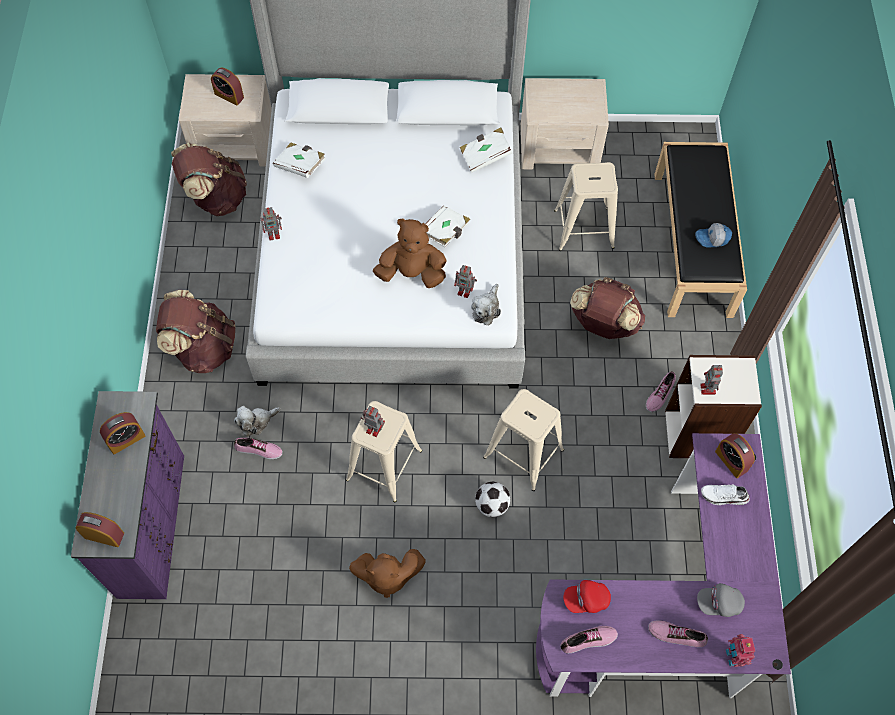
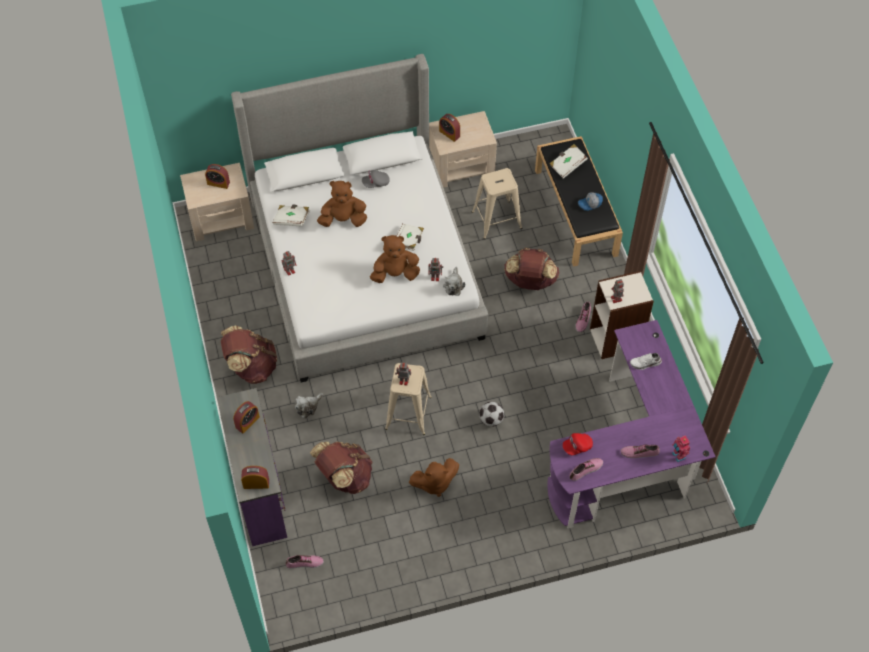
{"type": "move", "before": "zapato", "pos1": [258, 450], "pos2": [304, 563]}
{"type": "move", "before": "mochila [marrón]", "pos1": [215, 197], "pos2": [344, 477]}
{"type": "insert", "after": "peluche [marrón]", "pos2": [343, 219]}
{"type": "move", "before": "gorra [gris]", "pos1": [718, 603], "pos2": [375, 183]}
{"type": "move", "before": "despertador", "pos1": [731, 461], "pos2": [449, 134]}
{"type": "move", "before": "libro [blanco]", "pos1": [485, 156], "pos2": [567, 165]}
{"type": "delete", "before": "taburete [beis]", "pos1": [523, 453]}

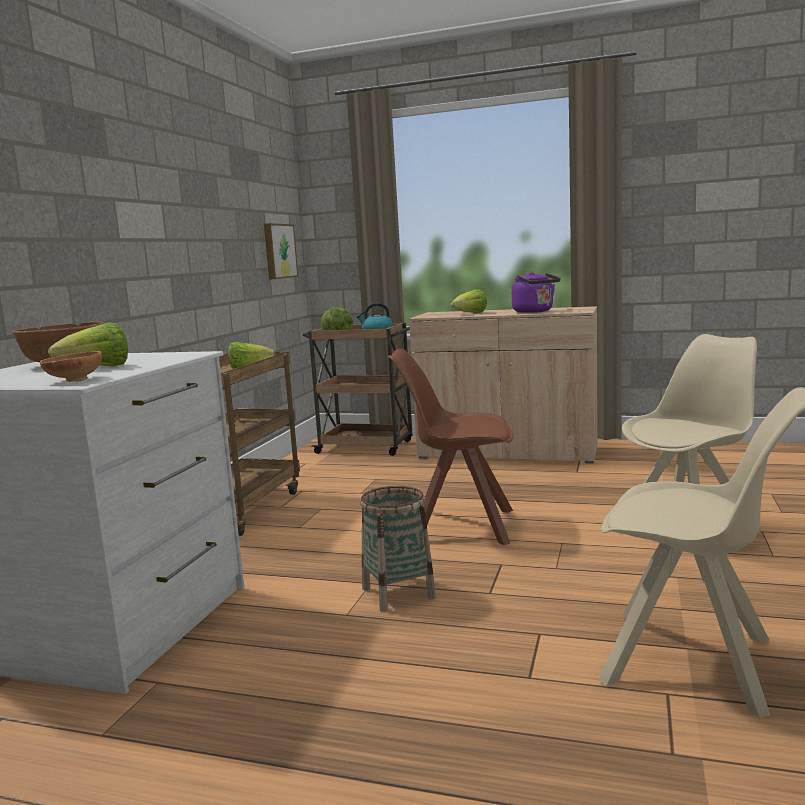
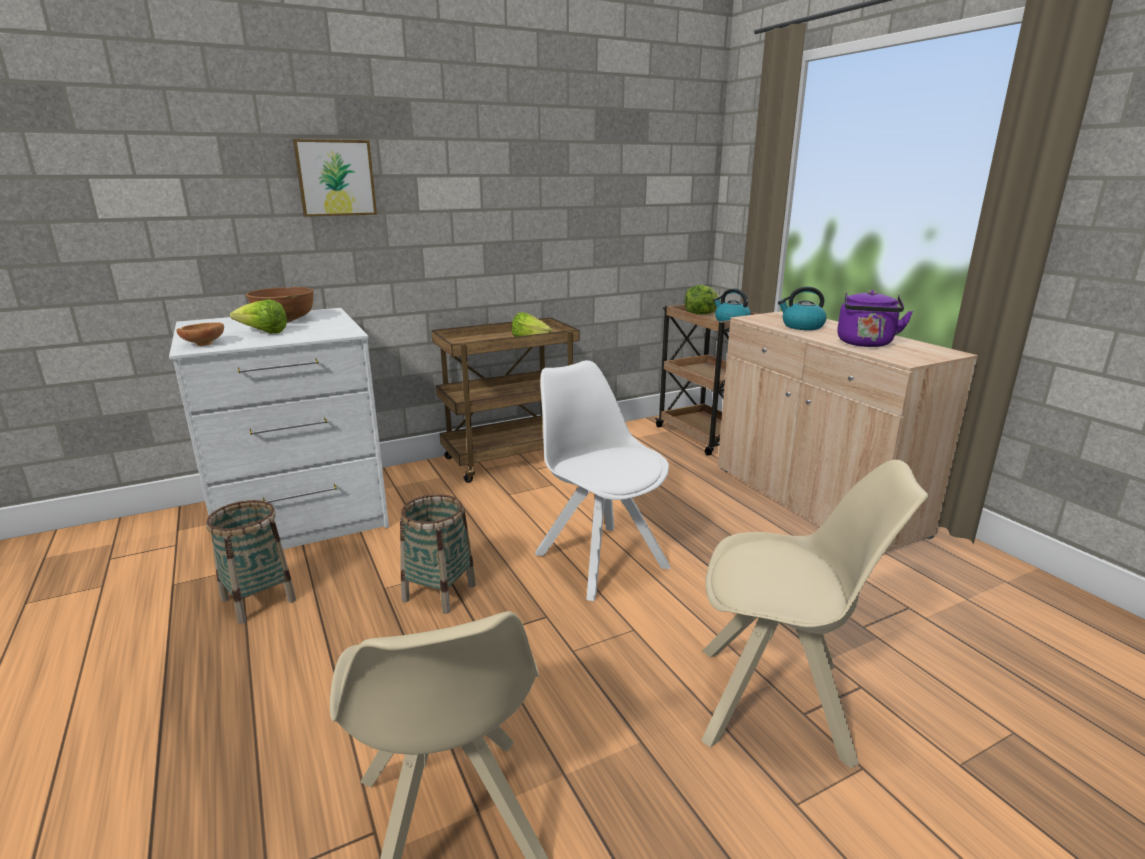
{"type": "insert", "after": "cesta", "pos2": [258, 600]}
{"type": "move", "before": "cuadro", "pos1": [278, 251], "pos2": [335, 178]}
{"type": "recolor", "before": "silla [marrón]", "after": "silla [blanco]", "pos1": [459, 526], "pos2": [599, 558]}
{"type": "replace", "before": "lechuga", "after": "hervidor", "pos1": [470, 314], "pos2": [802, 326]}

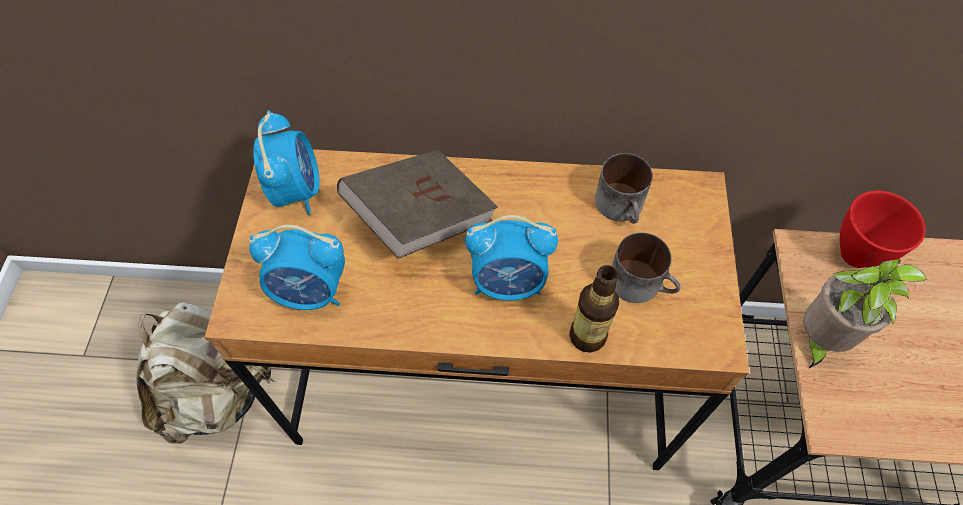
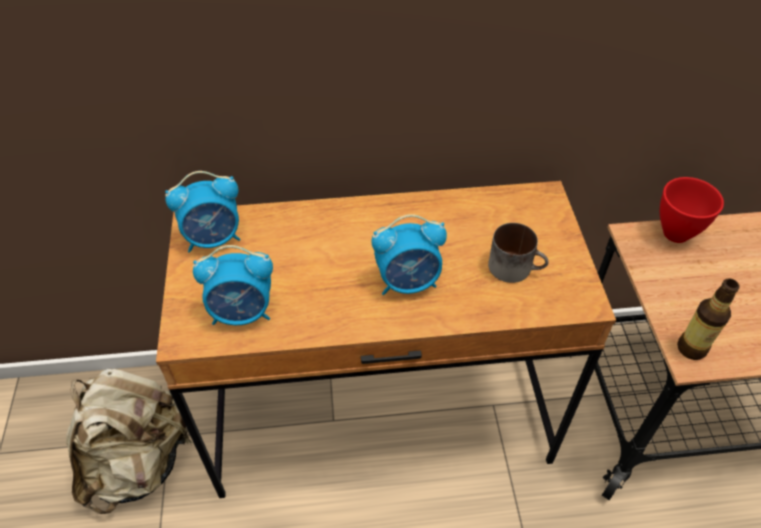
{"type": "rotate", "before": "despertador", "pos1": [297, 190], "pos2": [214, 238], "turn": 90}
{"type": "move", "before": "botella", "pos1": [587, 336], "pos2": [691, 348]}
{"type": "delete", "before": "libro [marrón]", "pos1": [421, 218]}
{"type": "delete", "before": "taza grande", "pos1": [623, 206]}
{"type": "delete", "before": "planta en maceta", "pos1": [819, 339]}

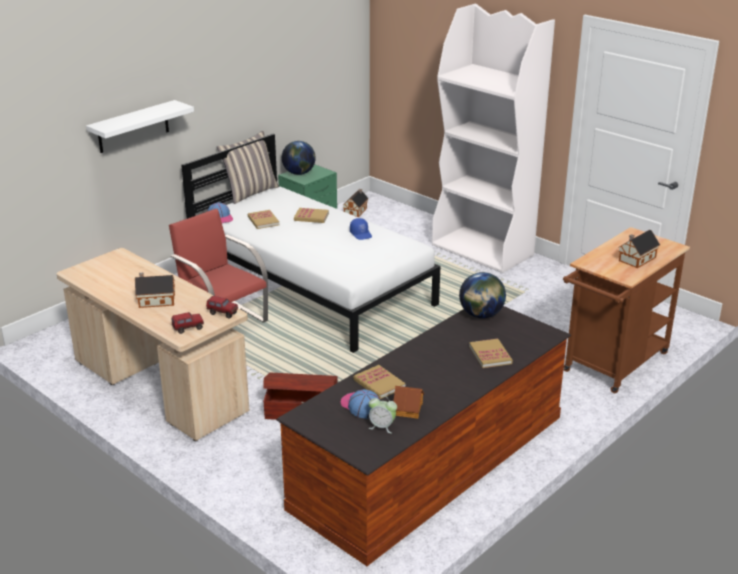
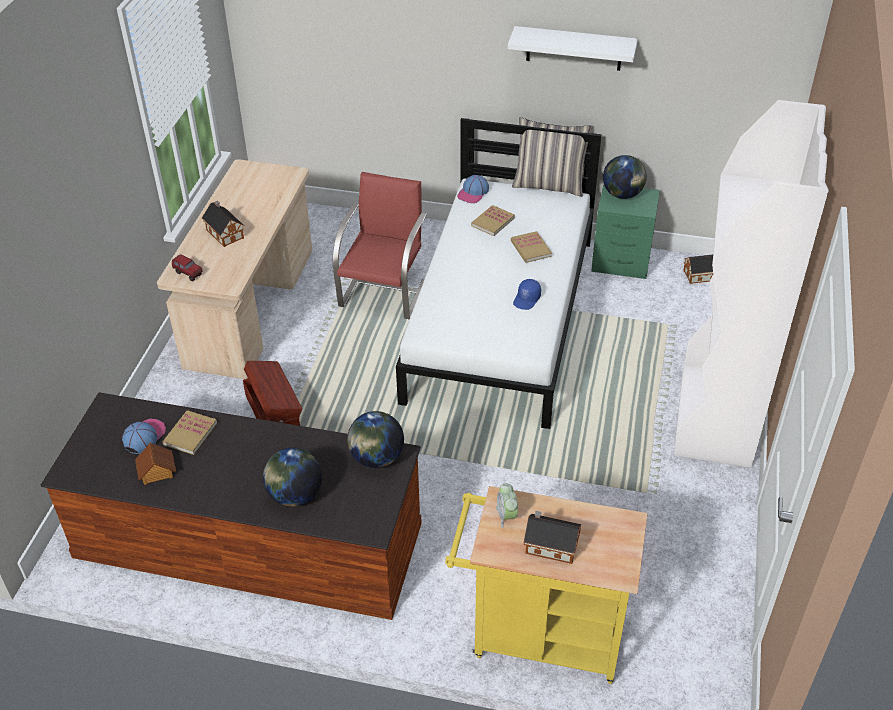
{"type": "replace", "before": "libro", "after": "globo terráqueo", "pos1": [490, 355], "pos2": [295, 495]}
{"type": "recolor", "before": "carrito [marrón]", "after": "carrito [amarillo]", "pos1": [612, 366], "pos2": [538, 635]}
{"type": "move", "before": "despertador", "pos1": [382, 427], "pos2": [506, 515]}
{"type": "move", "before": "estante [blanco]", "pos1": [133, 127], "pos2": [574, 48]}
{"type": "delete", "before": "camión de juguete", "pos1": [222, 313]}

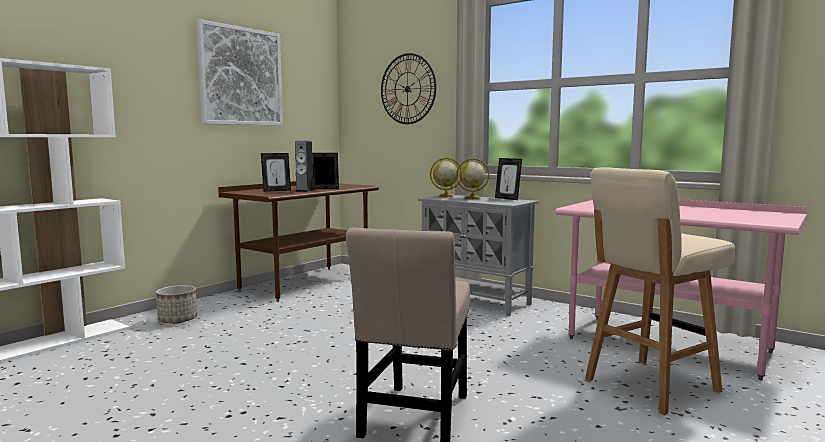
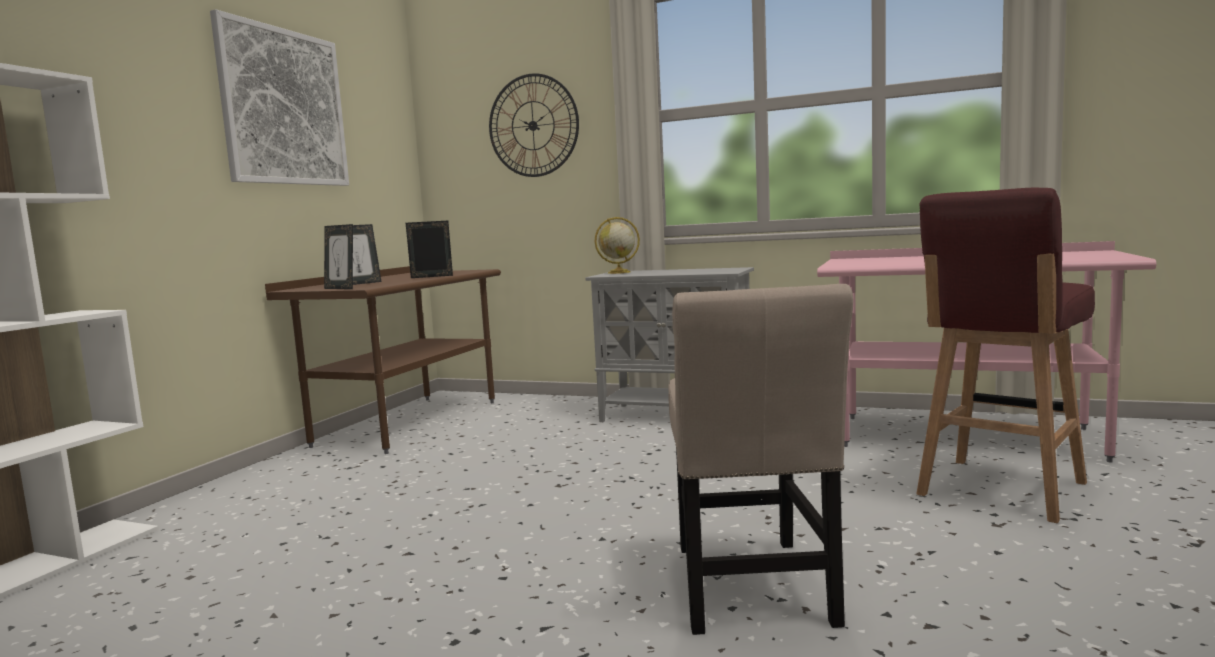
{"type": "move", "before": "portarretratos", "pos1": [507, 198], "pos2": [341, 288]}
{"type": "recolor", "before": "taburete [beis]", "after": "taburete [rojo]", "pos1": [649, 386], "pos2": [999, 490]}
{"type": "delete", "before": "maceta", "pos1": [177, 320]}
{"type": "delete", "before": "altavoz", "pos1": [304, 191]}
{"type": "delete", "before": "globo terráqueo", "pos1": [472, 198]}

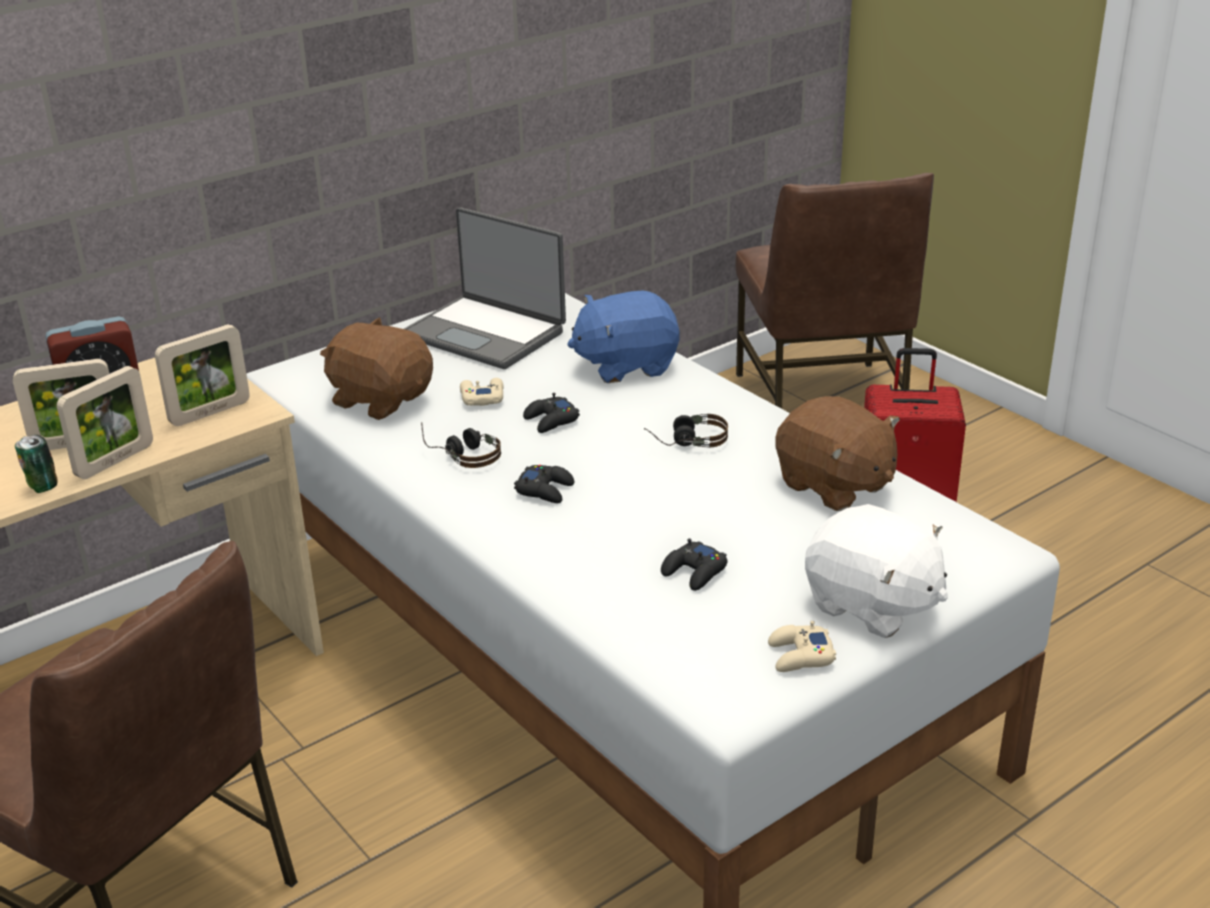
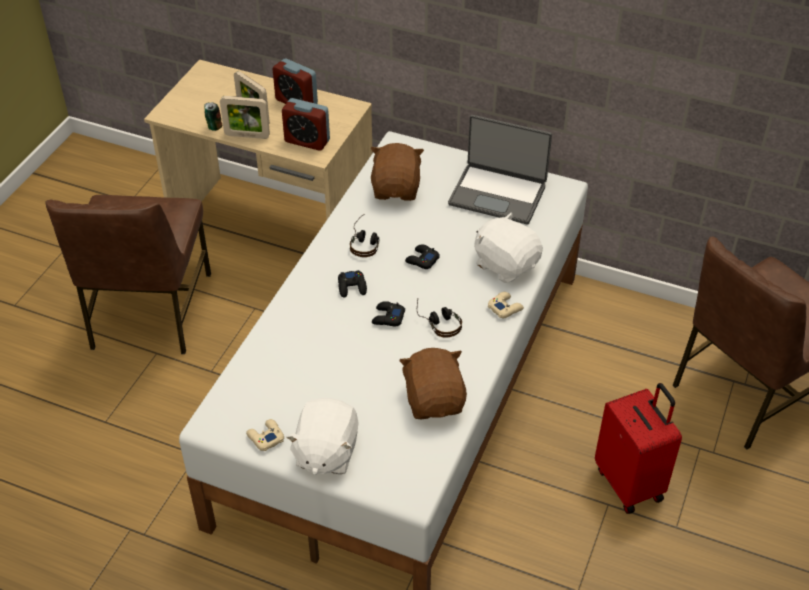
{"type": "replace", "before": "portarretratos", "after": "despertador", "pos1": [210, 412], "pos2": [307, 141]}
{"type": "move", "before": "mando de consola [negro]", "pos1": [694, 572], "pos2": [388, 318]}
{"type": "rotate", "before": "peluche [marrón]", "pos1": [834, 486], "pos2": [434, 400], "turn": 150}
{"type": "rotate", "before": "portátil", "pos1": [486, 333], "pos2": [498, 194], "turn": -75}
{"type": "recolor", "before": "peluche [azul]", "after": "peluche [blanco]", "pos1": [625, 365], "pos2": [506, 264]}
{"type": "move", "before": "mando de consola [beis]", "pos1": [482, 397], "pos2": [505, 308]}

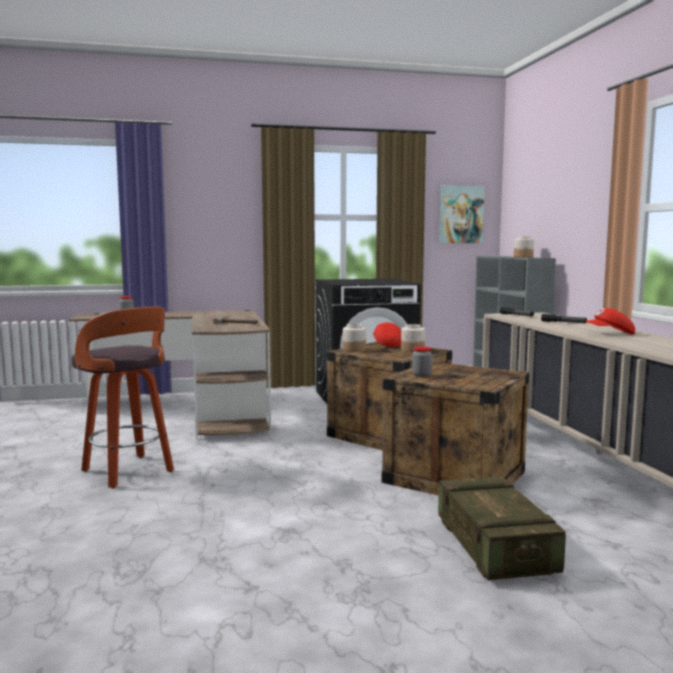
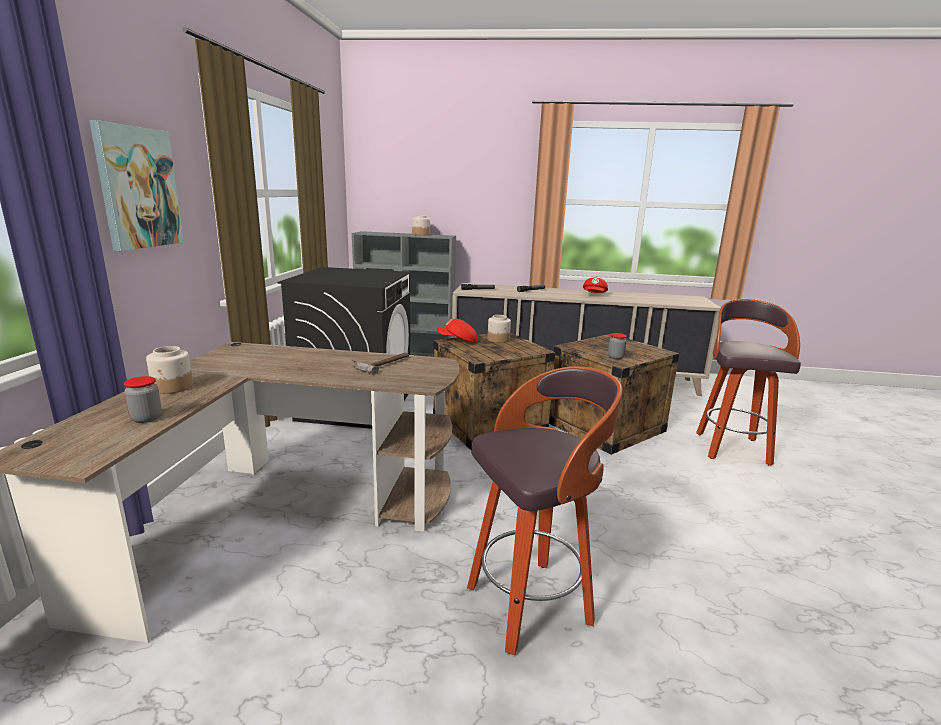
{"type": "move", "before": "cuadro", "pos1": [461, 214], "pos2": [138, 188]}
{"type": "move", "before": "tarro", "pos1": [354, 350], "pos2": [172, 387]}
{"type": "replace", "before": "caja de embalaje", "after": "taburete", "pos1": [494, 547], "pos2": [731, 448]}

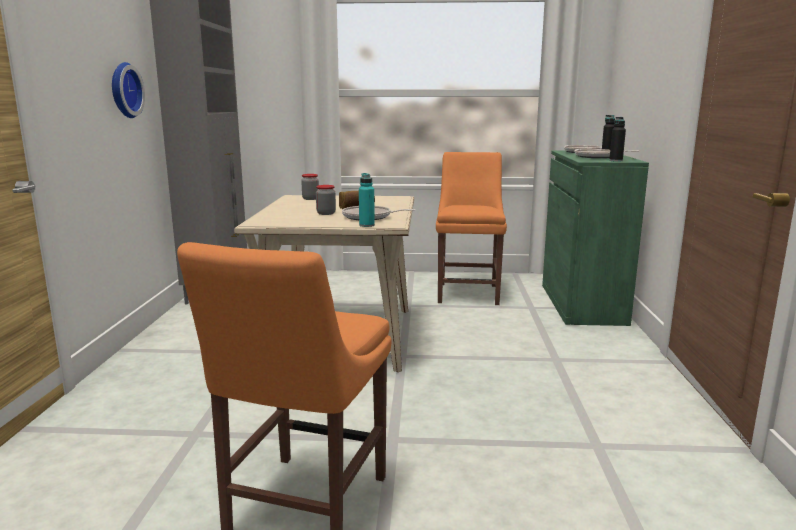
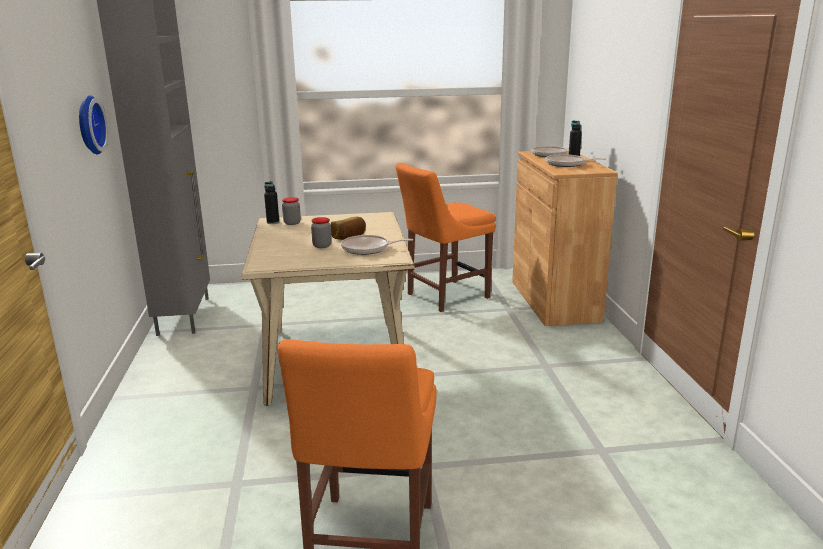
{"type": "move", "before": "botella [negro]", "pos1": [615, 160], "pos2": [273, 222]}
{"type": "rotate", "before": "silla [naranja]", "pos1": [468, 292], "pos2": [444, 296], "turn": -120}
{"type": "recolor", "before": "armario [verde]", "after": "armario [marrón]", "pos1": [582, 304], "pos2": [554, 301]}
{"type": "delete", "before": "botella [turquesa]", "pos1": [366, 225]}

